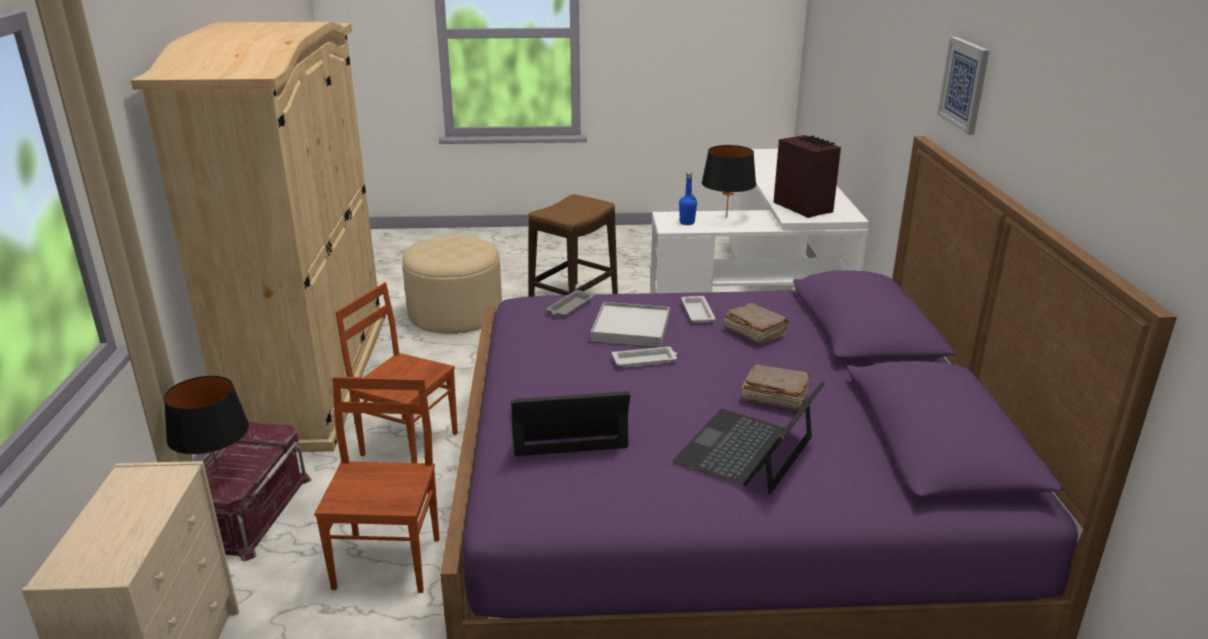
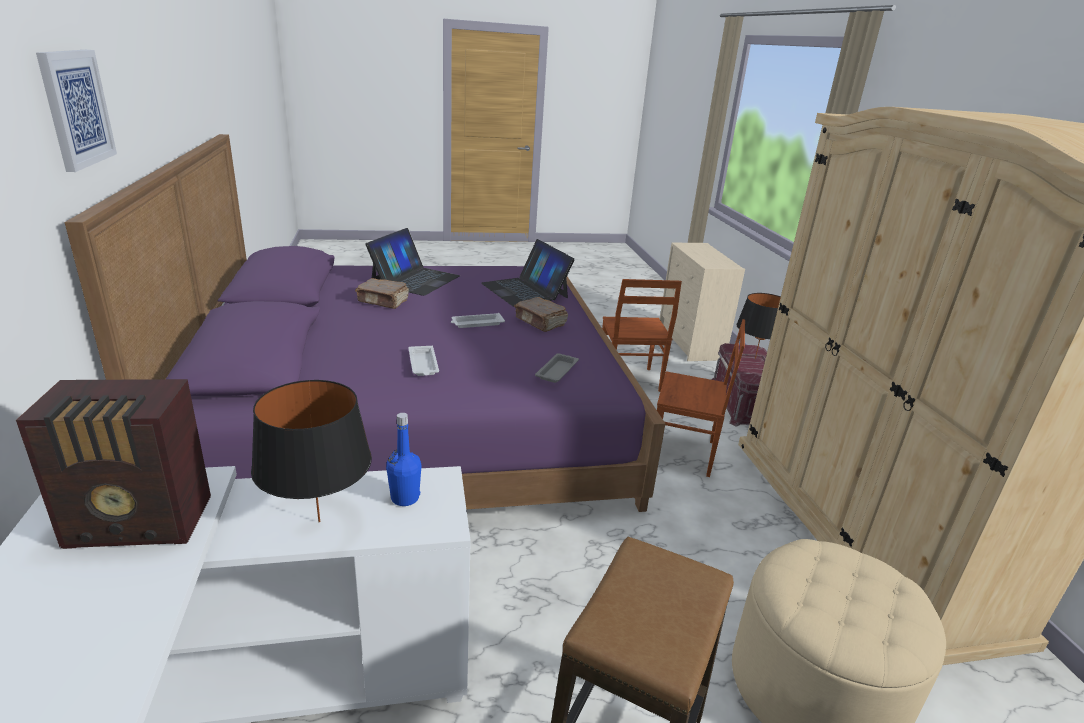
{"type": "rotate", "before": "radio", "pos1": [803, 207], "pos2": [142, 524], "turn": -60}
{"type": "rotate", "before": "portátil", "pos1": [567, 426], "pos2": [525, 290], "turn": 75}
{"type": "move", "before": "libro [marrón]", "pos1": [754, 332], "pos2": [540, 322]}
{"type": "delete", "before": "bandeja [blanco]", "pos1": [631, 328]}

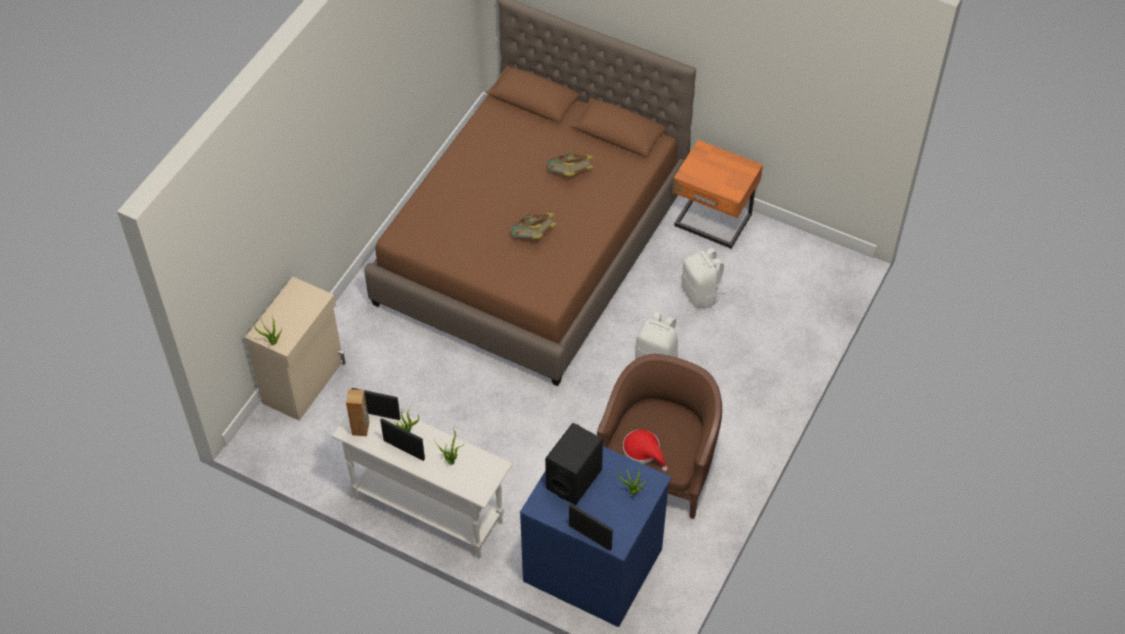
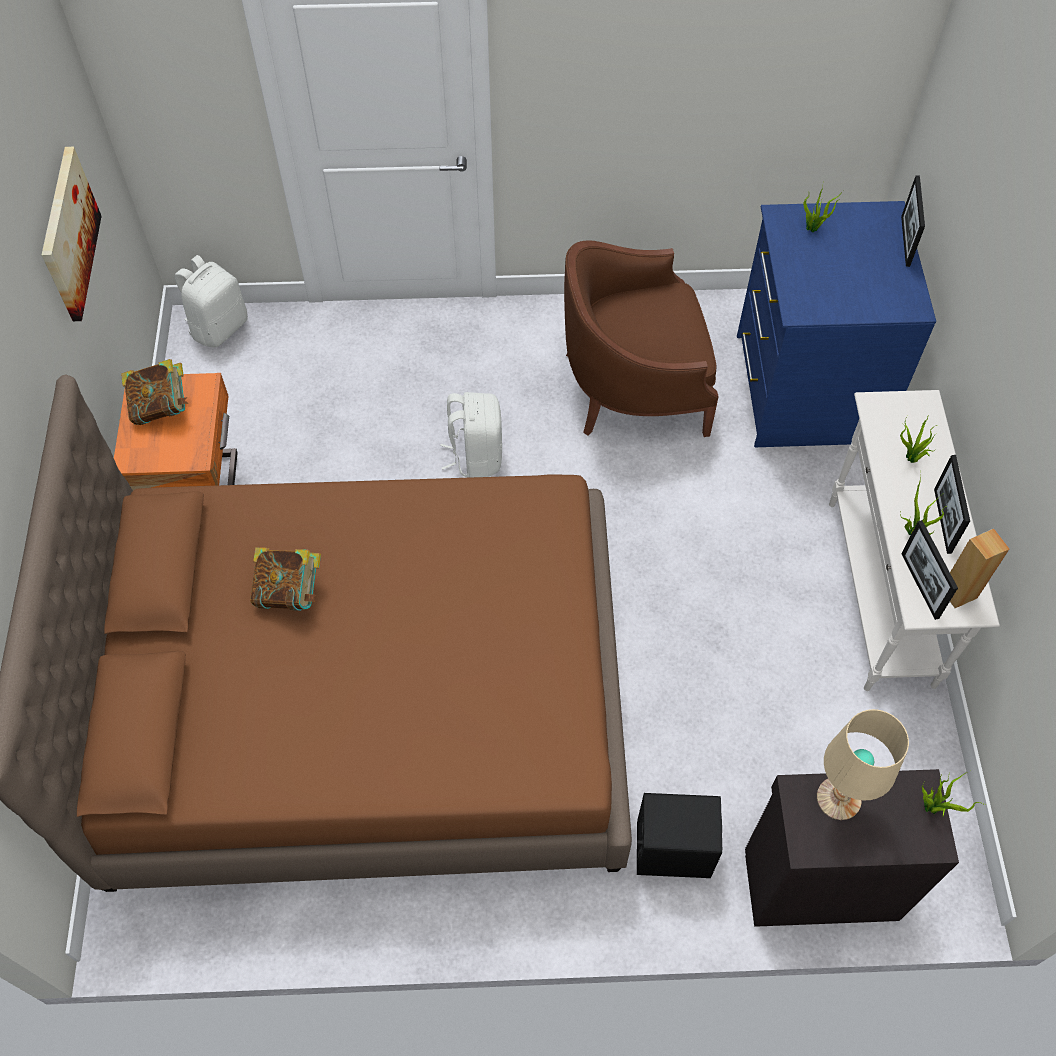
{"type": "insert", "after": "cuadro", "pos2": [68, 234]}
{"type": "move", "before": "libro", "pos1": [533, 236], "pos2": [162, 407]}
{"type": "move", "before": "mochila [blanco]", "pos1": [701, 294], "pos2": [219, 327]}
{"type": "move", "before": "altavoz [negro]", "pos1": [574, 479], "pos2": [672, 850]}
{"type": "recolor", "before": "armario [beis]", "after": "armario [negro]", "pos1": [304, 382], "pos2": [819, 881]}
{"type": "insert", "after": "lámpara de mesa [beis]", "pos2": [838, 798]}
{"type": "delete", "before": "sombrero [rojo]", "pos1": [643, 451]}

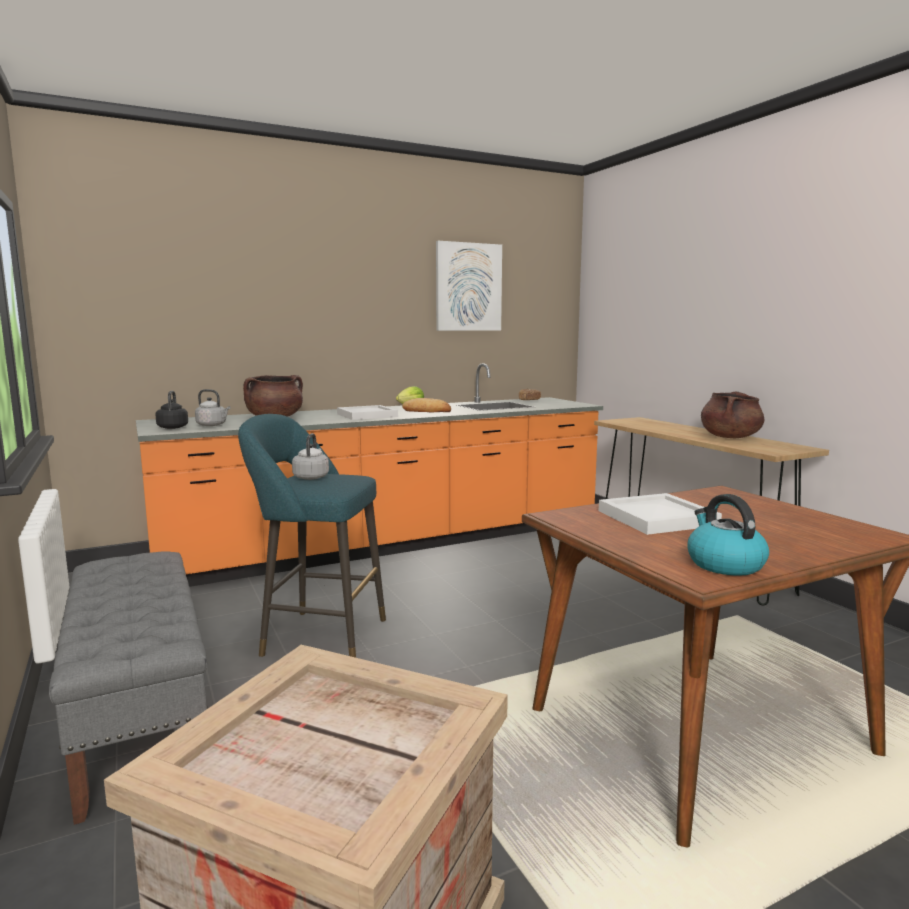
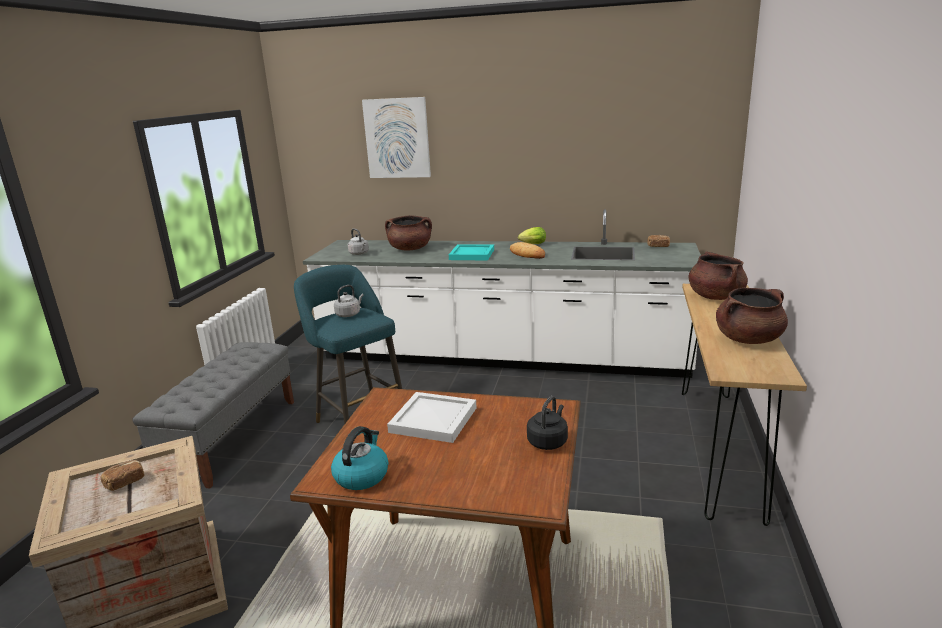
{"type": "insert", "after": "pan", "pos2": [125, 482]}
{"type": "recolor", "before": "mueble bajo de cocina [naranja]", "after": "mueble bajo de cocina [blanco]", "pos1": [391, 543], "pos2": [501, 357]}
{"type": "move", "before": "cuadro", "pos1": [468, 287], "pos2": [397, 138]}
{"type": "recolor", "before": "bandeja [blanco]", "after": "bandeja [turquesa]", "pos1": [366, 415], "pos2": [471, 255]}
{"type": "move", "before": "hervidor [negro]", "pos1": [173, 427], "pos2": [548, 441]}
{"type": "insert", "after": "olla [marrón]", "pos2": [715, 297]}

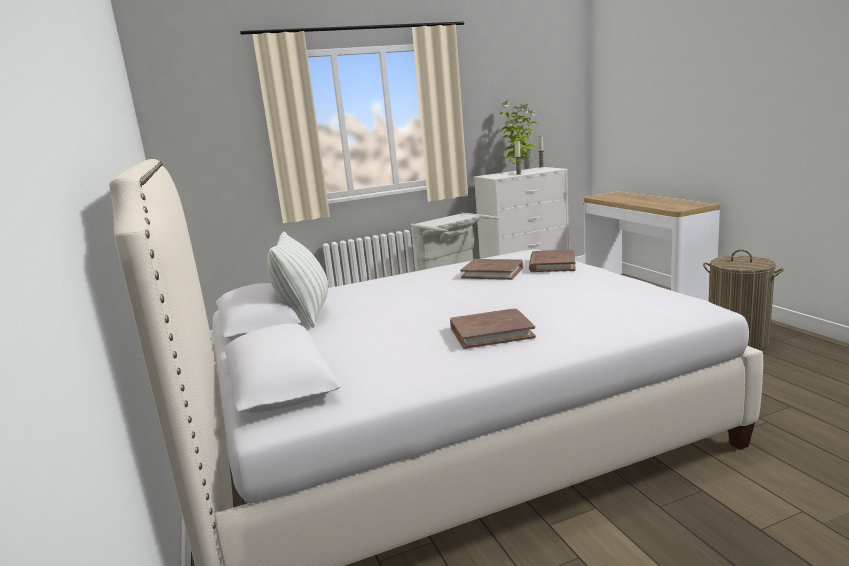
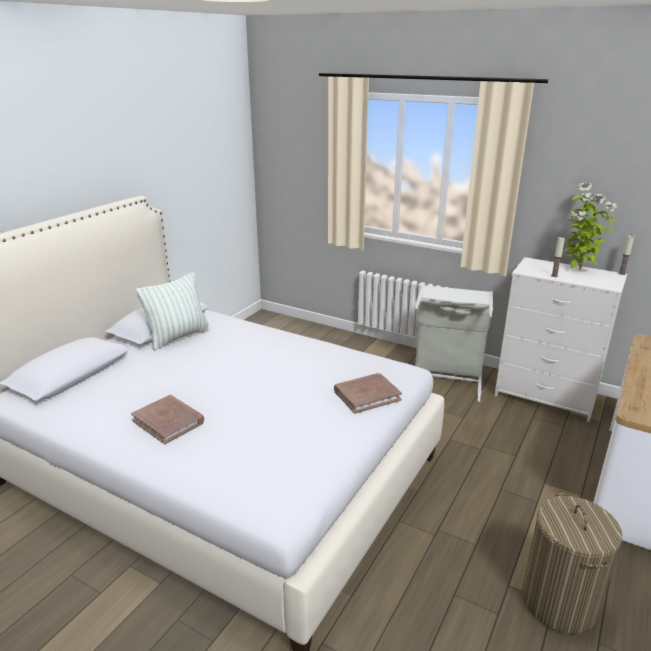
{"type": "delete", "before": "libro [marrón]", "pos1": [492, 272]}

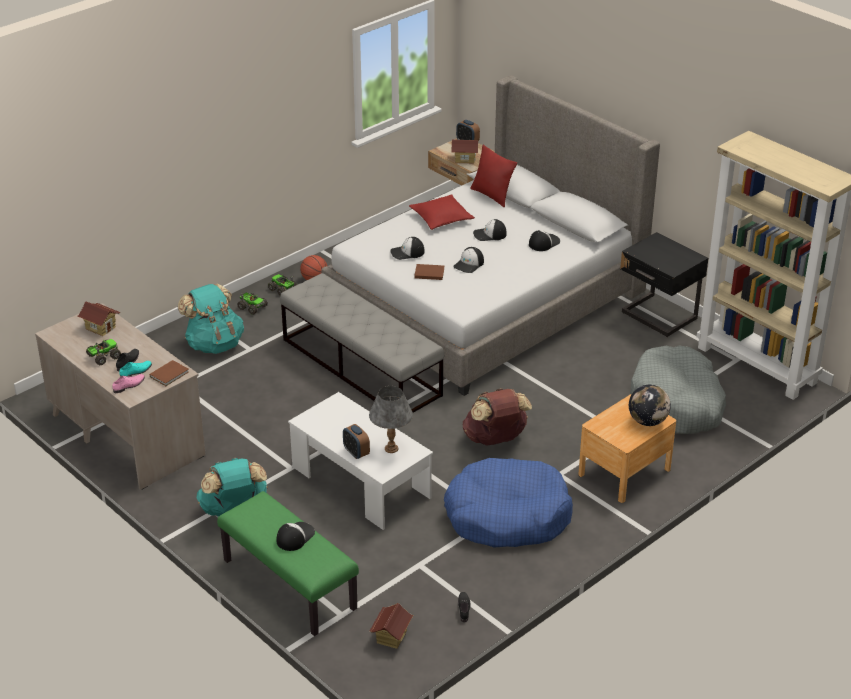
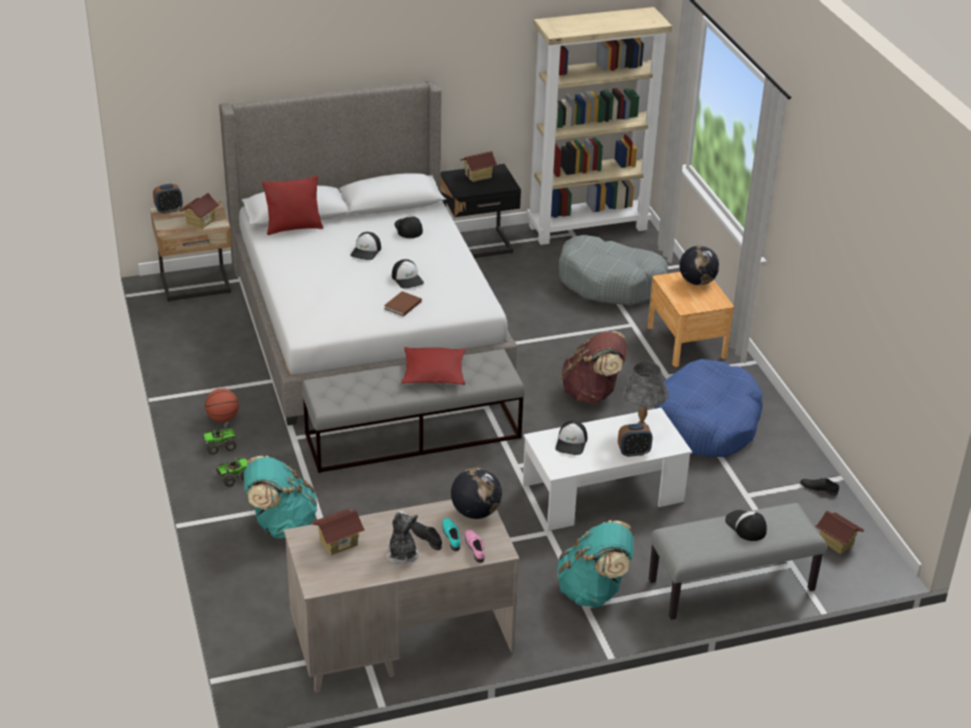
{"type": "replace", "before": "camión de juguete", "after": "peluche", "pos1": [103, 357], "pos2": [402, 554]}
{"type": "move", "before": "cojín [rojo]", "pos1": [441, 218], "pos2": [434, 373]}
{"type": "replace", "before": "libro [marrón]", "after": "globo terráqueo", "pos1": [170, 374], "pos2": [476, 512]}
{"type": "insert", "after": "casita", "pos2": [478, 176]}
{"type": "move", "before": "gorra", "pos1": [407, 252], "pos2": [571, 443]}
{"type": "recolor", "before": "banco [verde]", "after": "banco [gris]", "pos1": [288, 585], "pos2": [731, 586]}

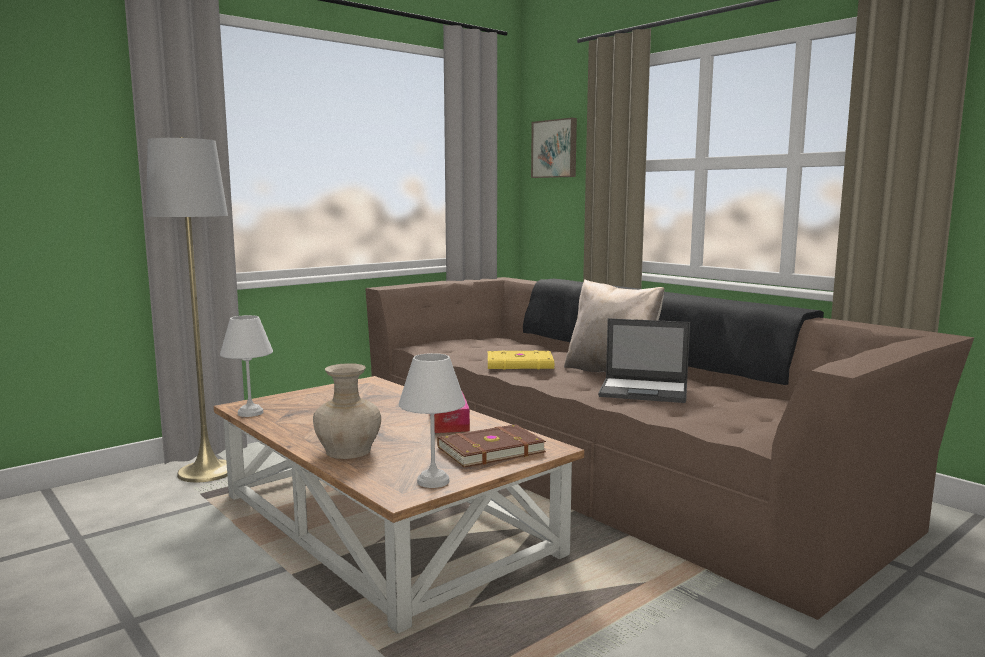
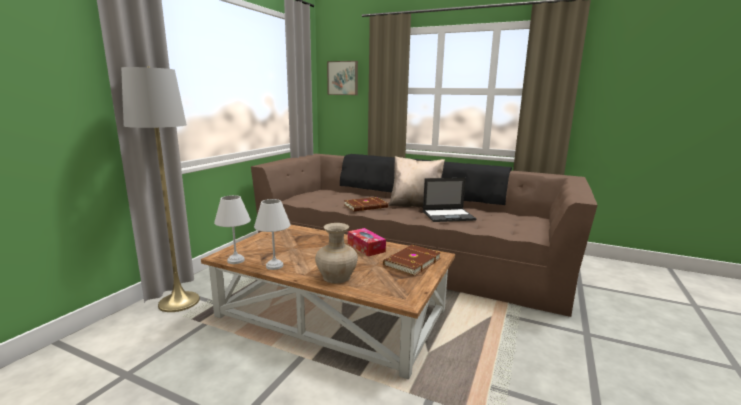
{"type": "move", "before": "lámpara de mesa [blanco]", "pos1": [432, 482], "pos2": [274, 266]}
{"type": "recolor", "before": "libro [amarillo]", "after": "libro [marrón]", "pos1": [520, 364], "pos2": [366, 206]}

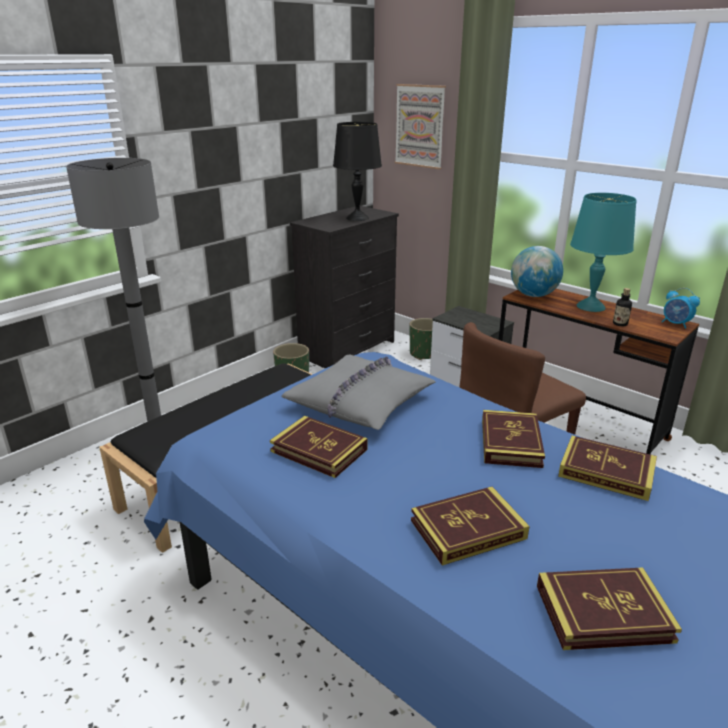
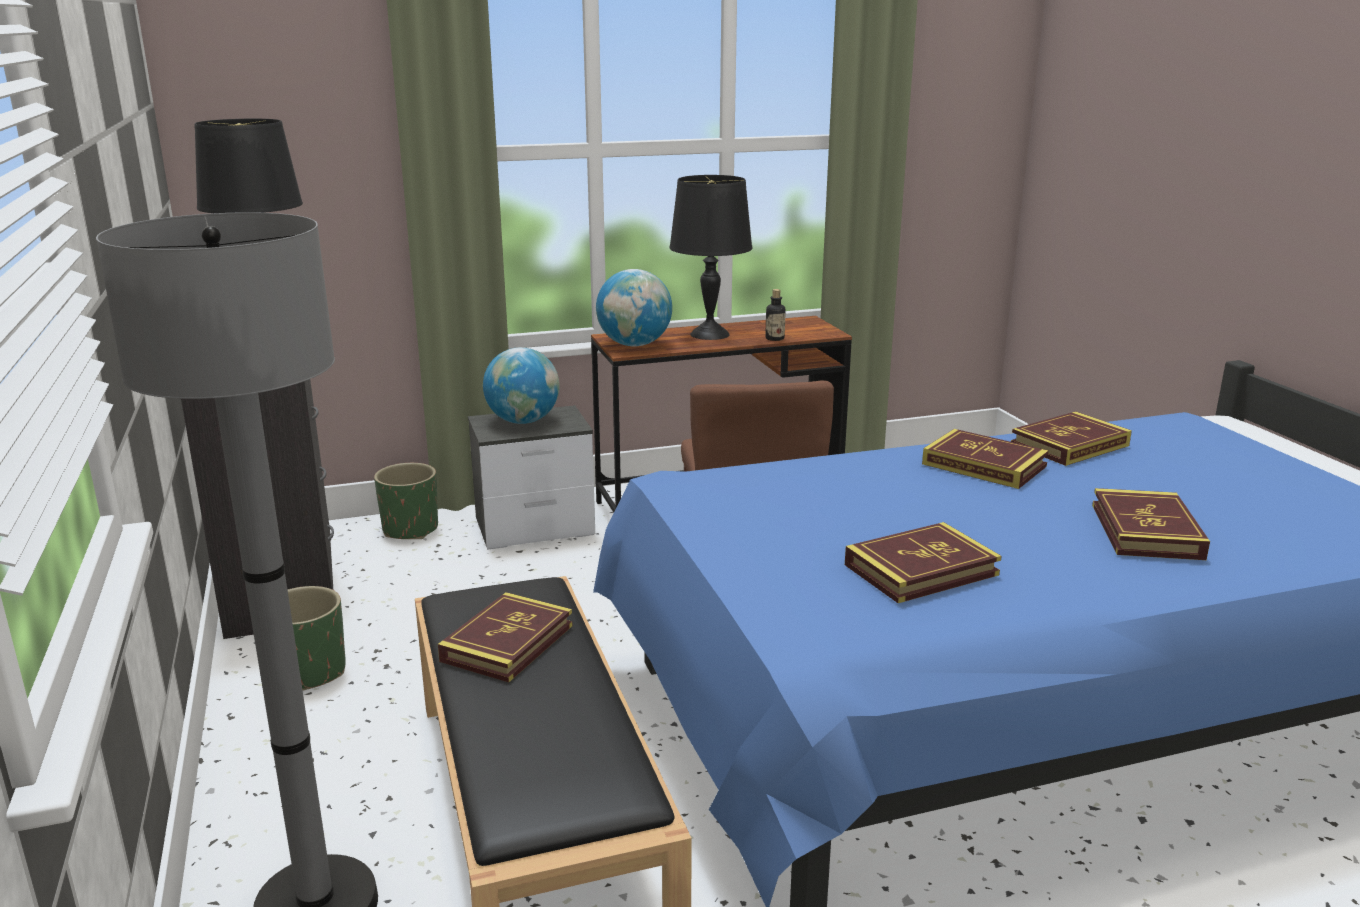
{"type": "move", "before": "libro", "pos1": [603, 613], "pos2": [507, 643]}
{"type": "insert", "after": "globo terráqueo", "pos2": [523, 421]}
{"type": "recolor", "before": "lámpara de mesa [turquesa]", "after": "lámpara de mesa [negro]", "pos1": [590, 306], "pos2": [710, 334]}
{"type": "delete", "before": "cojín [gris]", "pos1": [360, 402]}
{"type": "delete", "before": "cuadro", "pos1": [420, 126]}
{"type": "delete", "before": "despertador", "pos1": [675, 324]}

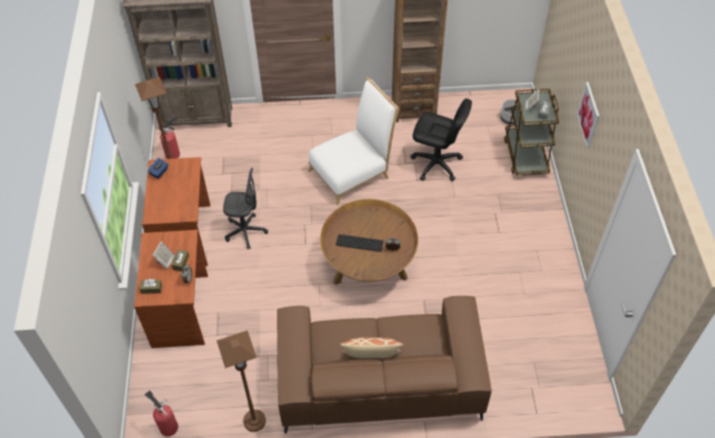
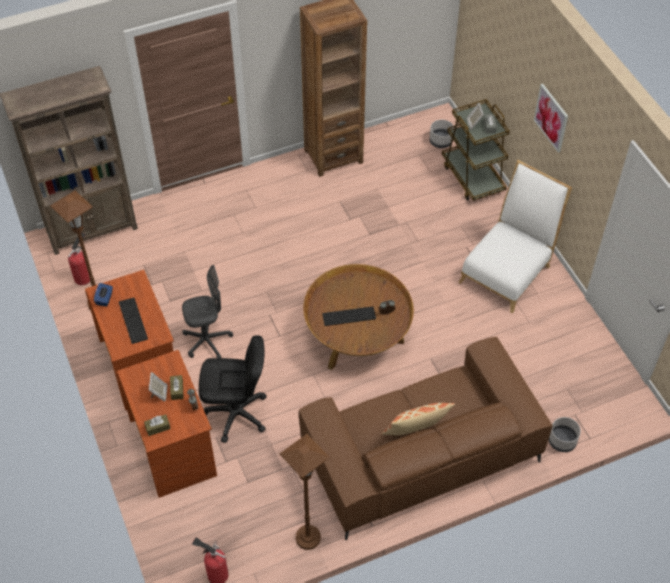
{"type": "insert", "after": "teclado", "pos2": [132, 320]}
{"type": "move", "before": "silla de oficina [negro]", "pos1": [436, 164], "pos2": [236, 414]}
{"type": "move", "before": "silla [blanco]", "pos1": [353, 172], "pos2": [508, 270]}
{"type": "insert", "after": "maceta [gris]", "pos2": [562, 441]}

